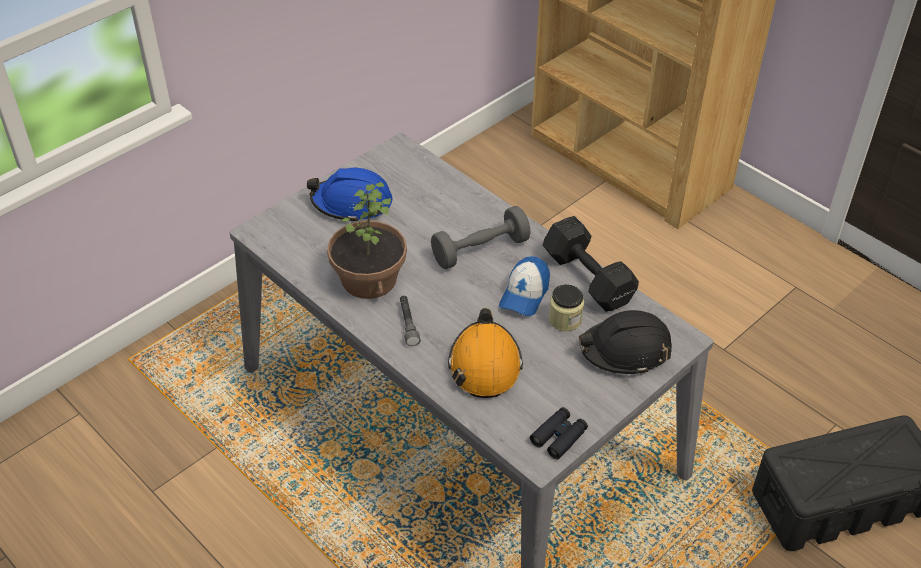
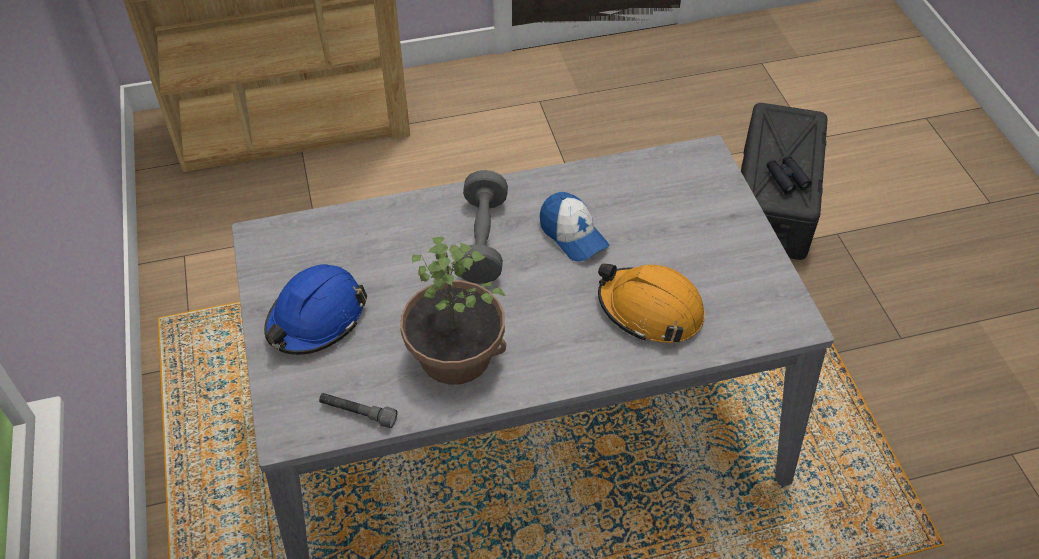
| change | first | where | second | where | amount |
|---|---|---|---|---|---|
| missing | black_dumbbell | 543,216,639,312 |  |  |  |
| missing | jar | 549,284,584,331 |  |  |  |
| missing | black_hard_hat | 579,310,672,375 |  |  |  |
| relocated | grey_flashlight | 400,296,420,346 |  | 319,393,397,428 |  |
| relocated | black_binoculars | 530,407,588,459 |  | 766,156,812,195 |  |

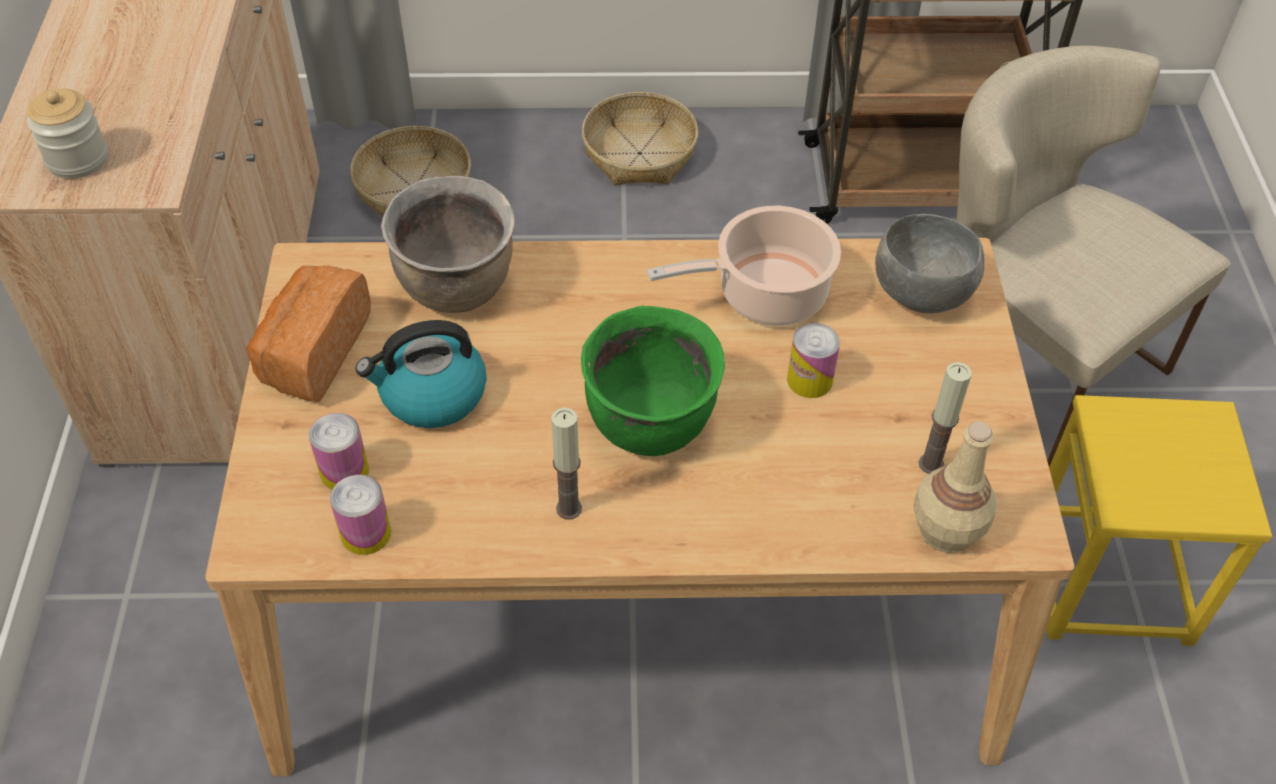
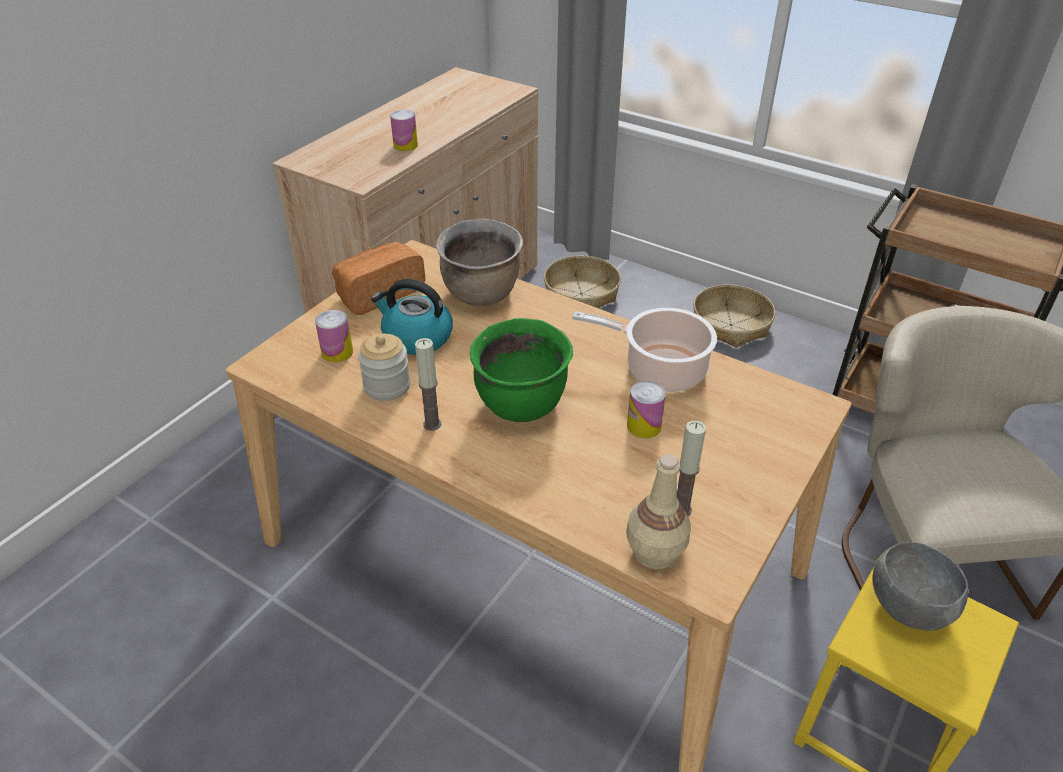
| change | first | where | second | where | amount |
|---|---|---|---|---|---|
| relocated | jar | 27,89,108,179 |  | 358,334,410,401 |  |
| relocated | can | 330,475,391,555 |  | 390,110,418,151 |  |
| relocated | grey_bowl | 875,214,984,313 |  | 872,542,968,631 |  |

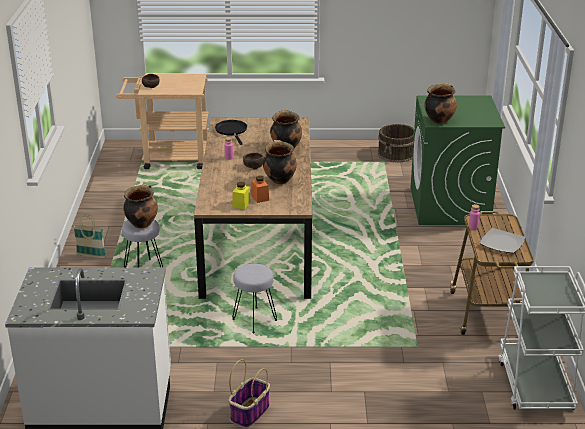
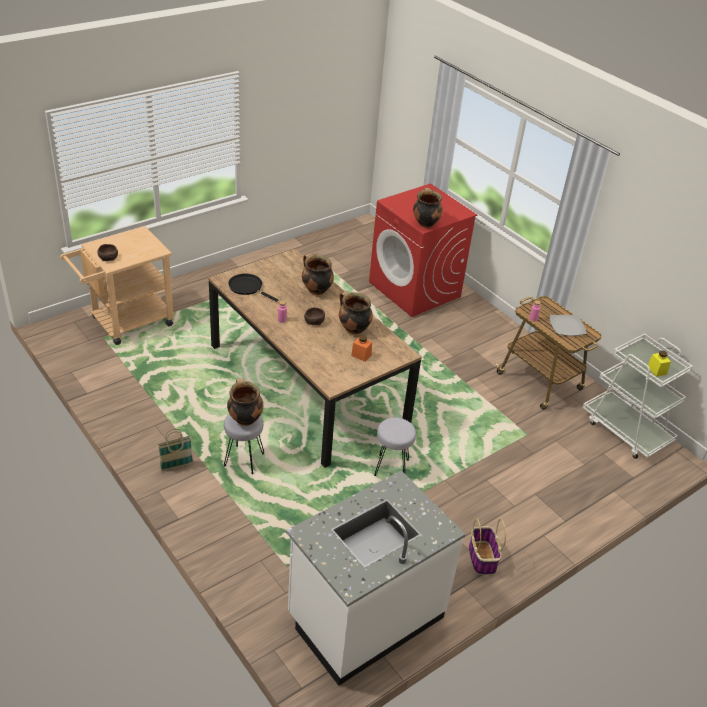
| change | first | where | second | where | amount |
|---|---|---|---|---|---|
| missing | brown_bucket | 377,124,414,163 |  |  |  |
| relocated | yellow_jar | 232,182,251,209 |  | 648,351,671,377 |  |
| colour | green_washing_machine | 411,96,505,225 | red_washing_machine | 369,183,477,317 |  |

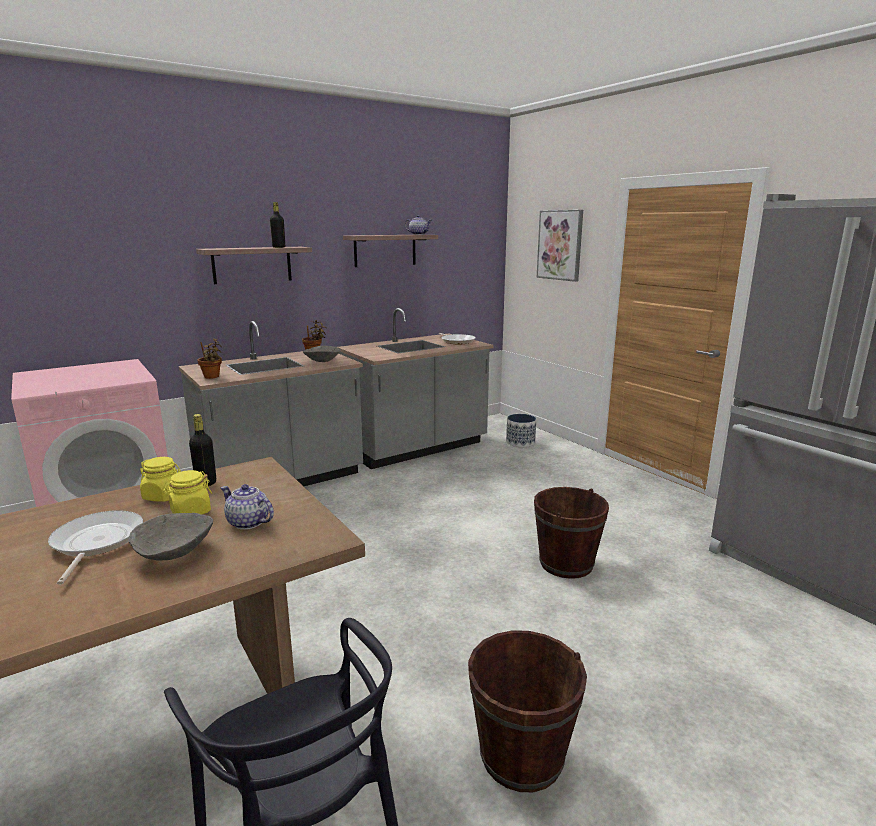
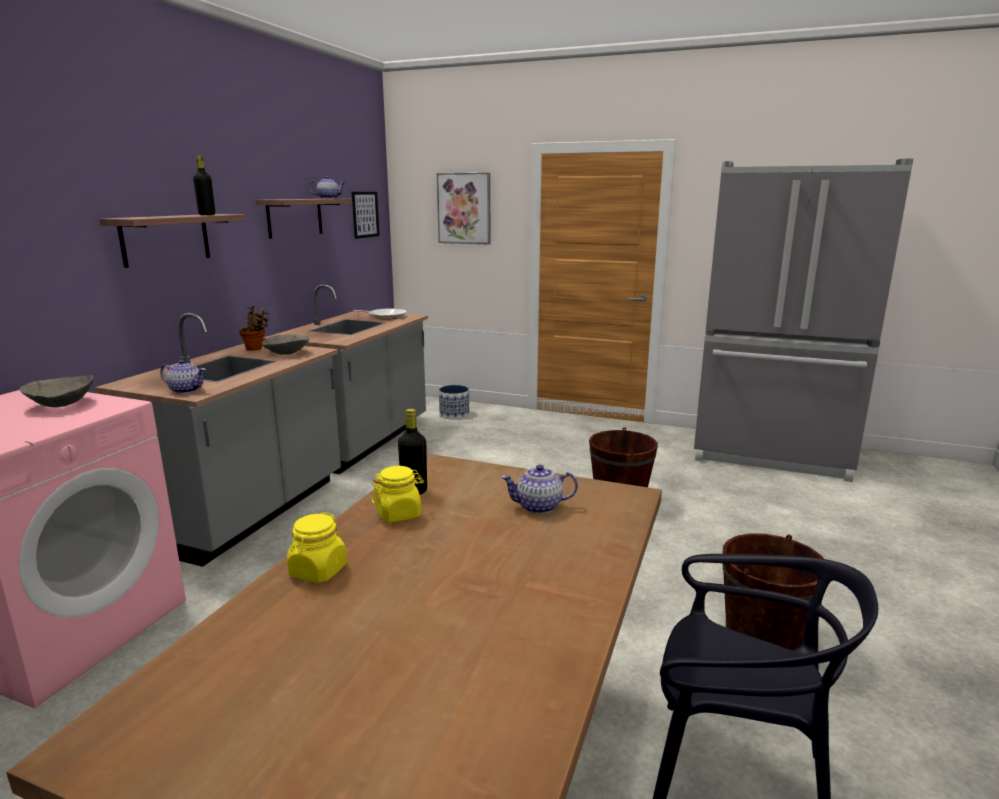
| change | first | where | second | where | amount |
|---|---|---|---|---|---|
| missing | frying_pan | 48,510,143,585 |  |  |  |
| appeared |  |  | picture | 351,192,380,239 |  |
| relocated | grey_bowl | 128,513,213,561 |  | 20,375,93,407 |  |
| relocated | yellow_jar | 162,470,213,515 |  | 287,512,347,583 |  |
| exchanged | potted_plant | 197,338,222,379 | teapot | 160,360,206,394 |  |

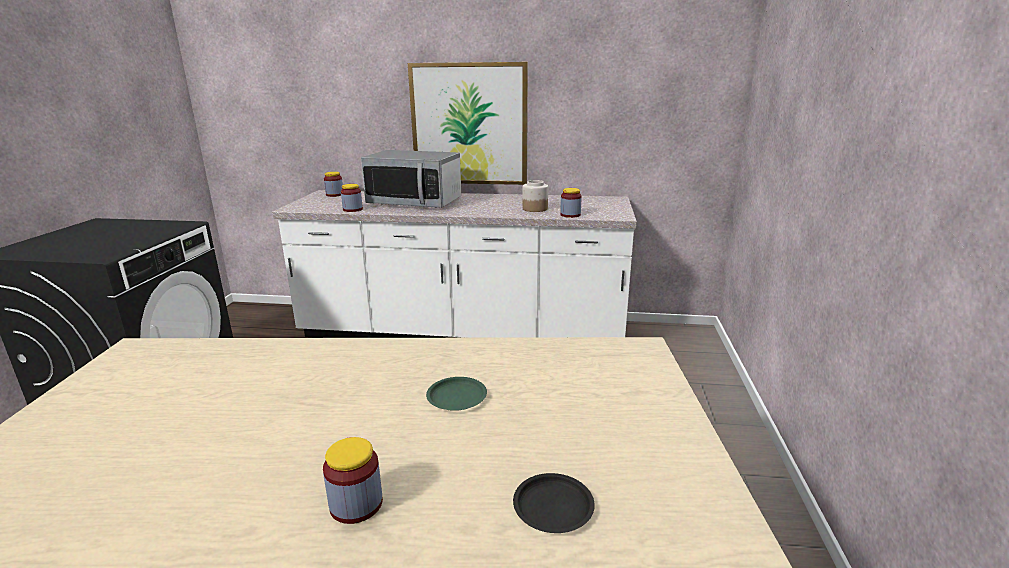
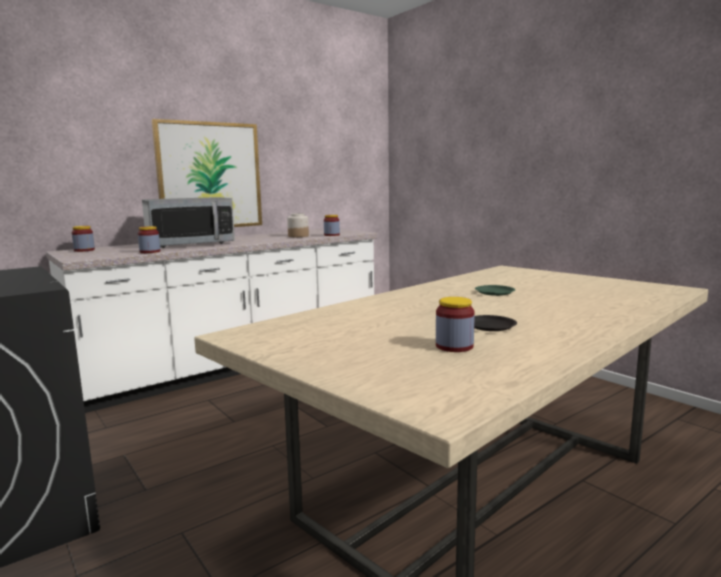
| change | first | where | second | where | amount |
|---|---|---|---|---|---|
| relocated | jar | 323,437,383,524 |  | 436,297,475,352 |  |
| relocated | black_plate | 513,473,595,533 |  | 474,315,517,331 |  |

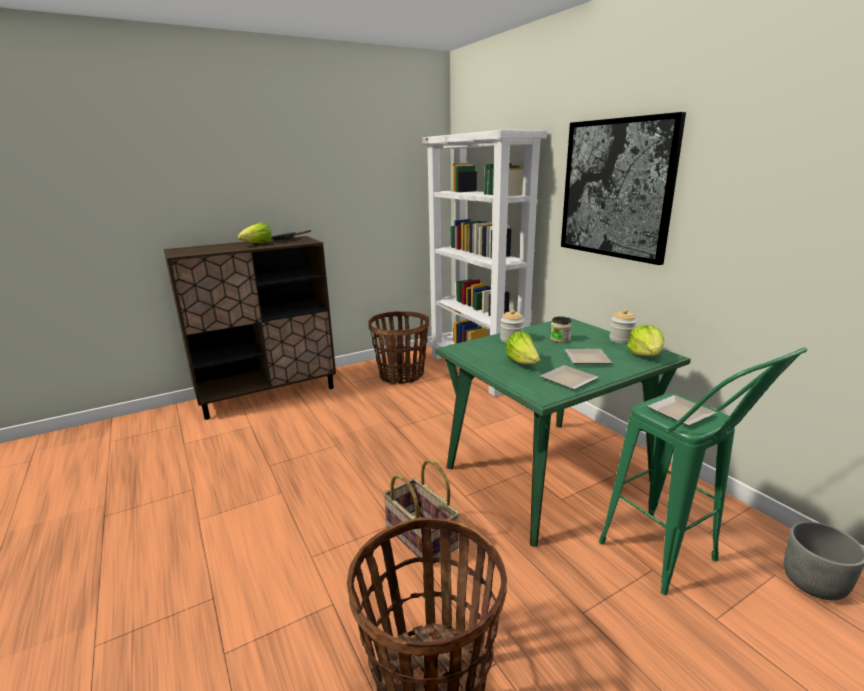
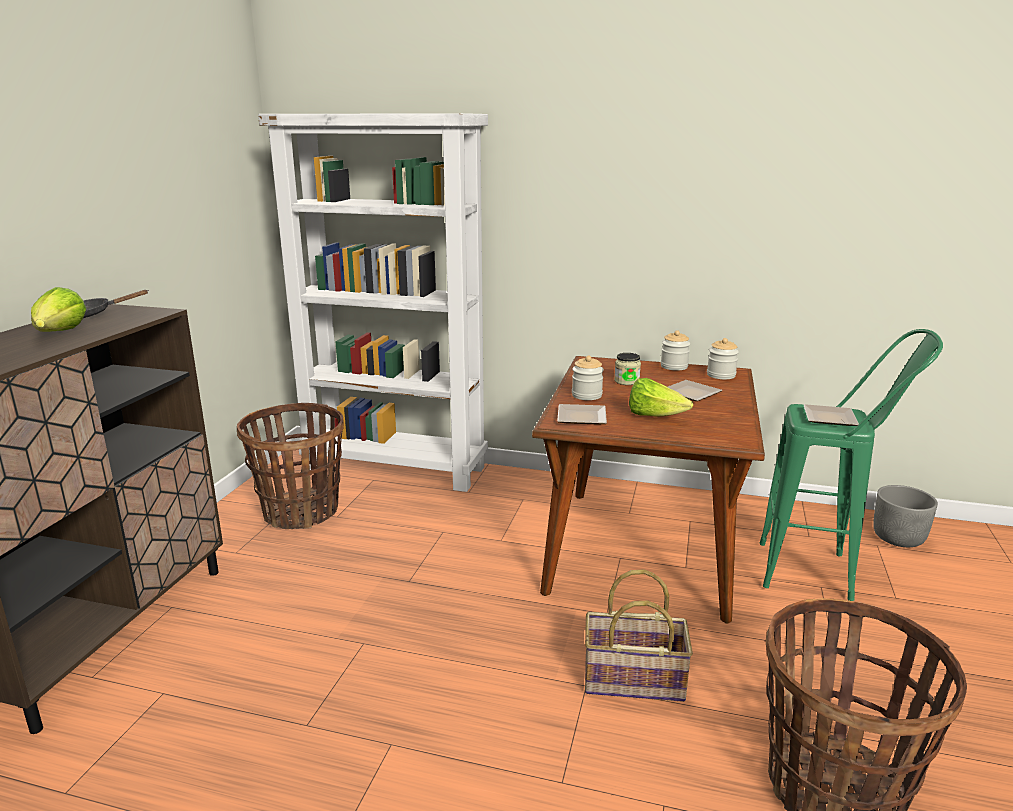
| change | first | where | second | where | amount |
|---|---|---|---|---|---|
| missing | picture | 561,112,686,265 |  |  |  |
| relocated | plate | 540,365,598,390 |  | 557,404,607,425 |  |
| exchanged | lettuce | 627,325,664,356 | jar | 707,338,739,379 |  |
| colour | green_dining_table | 435,317,691,547 | brown_dining_table | 532,356,765,624 |  |

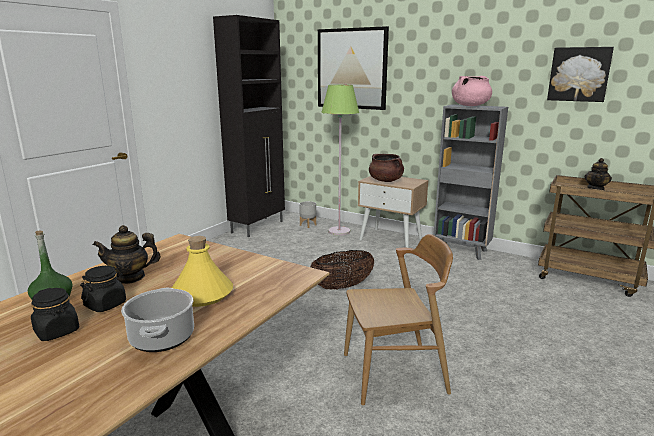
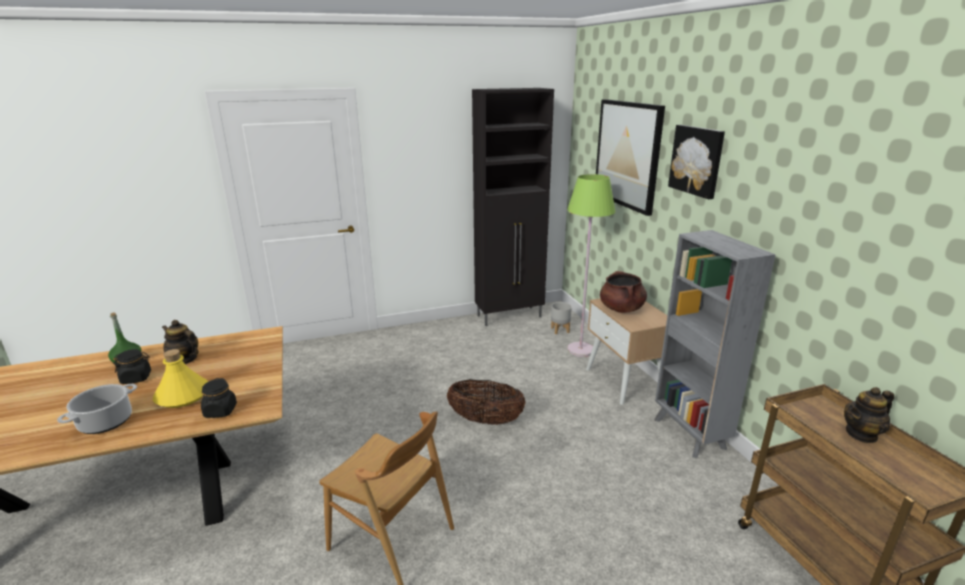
| change | first | where | second | where | amount |
|---|---|---|---|---|---|
| missing | pink_cooking_pot | 452,76,492,106 |  |  |  |
| relocated | black_jar | 31,288,79,341 |  | 201,378,237,418 |  |
| relocated | picture | 547,47,614,102 |  | 668,125,725,199 |  |

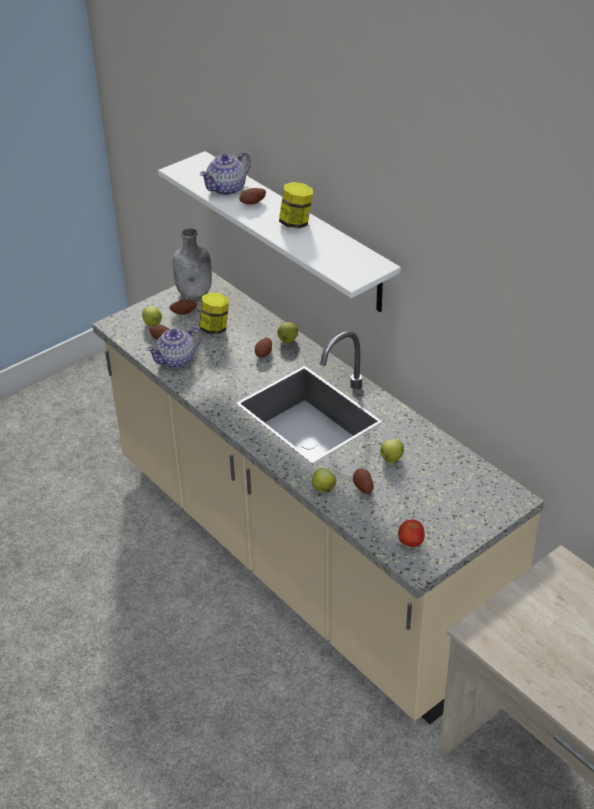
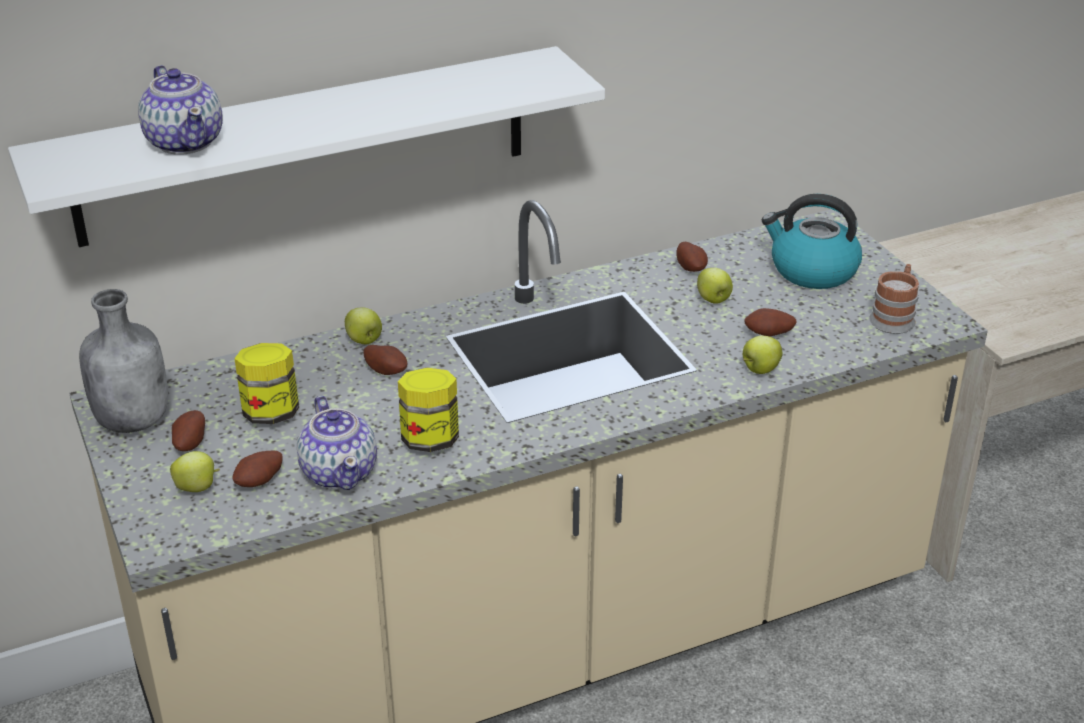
| change | first | where | second | where | amount |
|---|---|---|---|---|---|
| appeared |  |  | kettle | 762,194,862,289 |  |
| relocated | potato | 239,188,266,205 |  | 676,242,708,272 |  |
| relocated | jar | 279,182,313,229 |  | 398,368,459,452 |  |
| exchanged | tomato | 398,519,425,547 | mug | 869,264,919,334 |  |

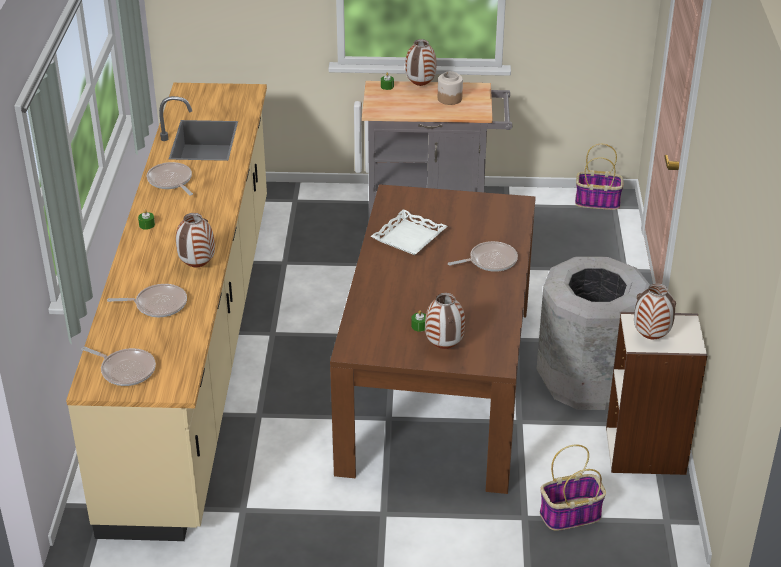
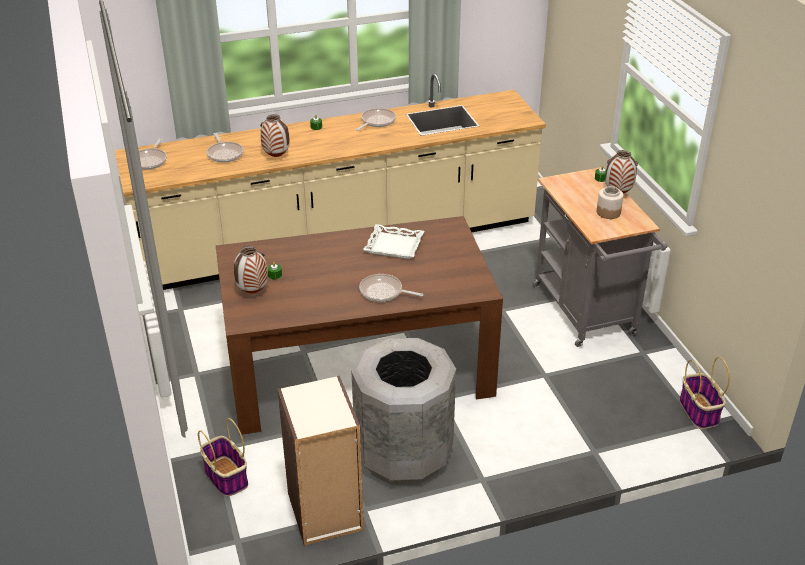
| change | first | where | second | where | amount |
|---|---|---|---|---|---|
| missing | vase | 634,283,676,339 |  |  |  |
| spun | frying_pan | 448,241,518,272 |  | 359,274,424,302 | 150 degrees clockwise |

